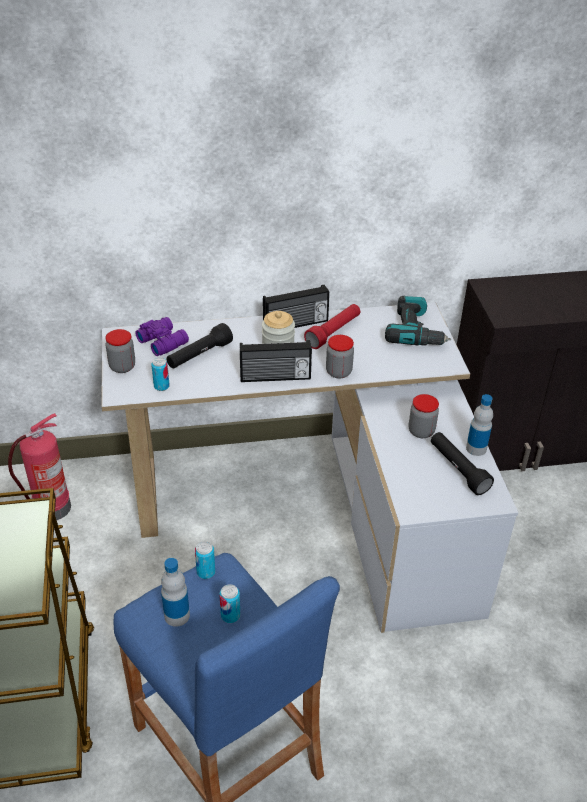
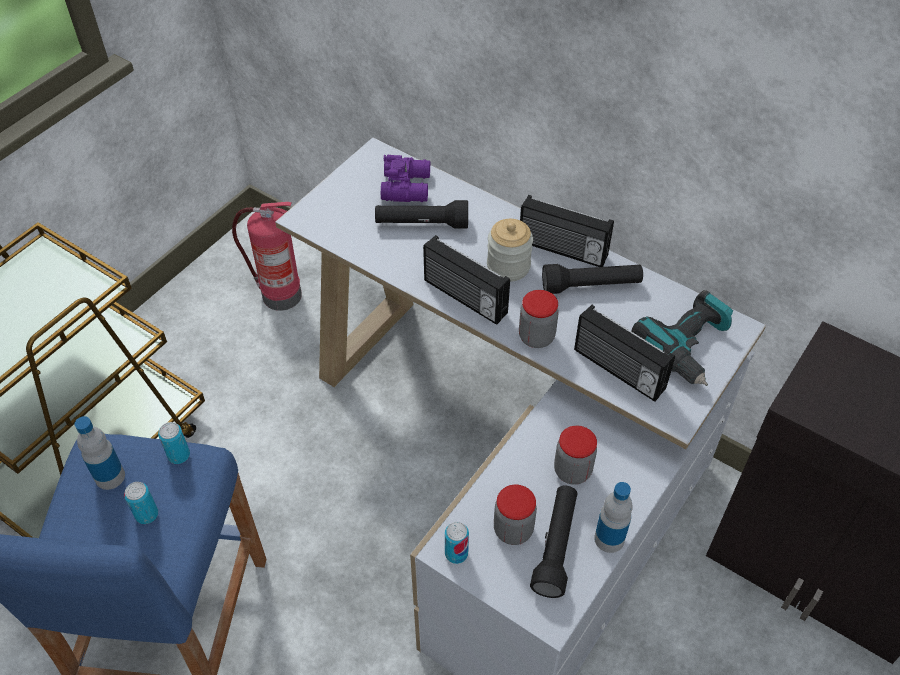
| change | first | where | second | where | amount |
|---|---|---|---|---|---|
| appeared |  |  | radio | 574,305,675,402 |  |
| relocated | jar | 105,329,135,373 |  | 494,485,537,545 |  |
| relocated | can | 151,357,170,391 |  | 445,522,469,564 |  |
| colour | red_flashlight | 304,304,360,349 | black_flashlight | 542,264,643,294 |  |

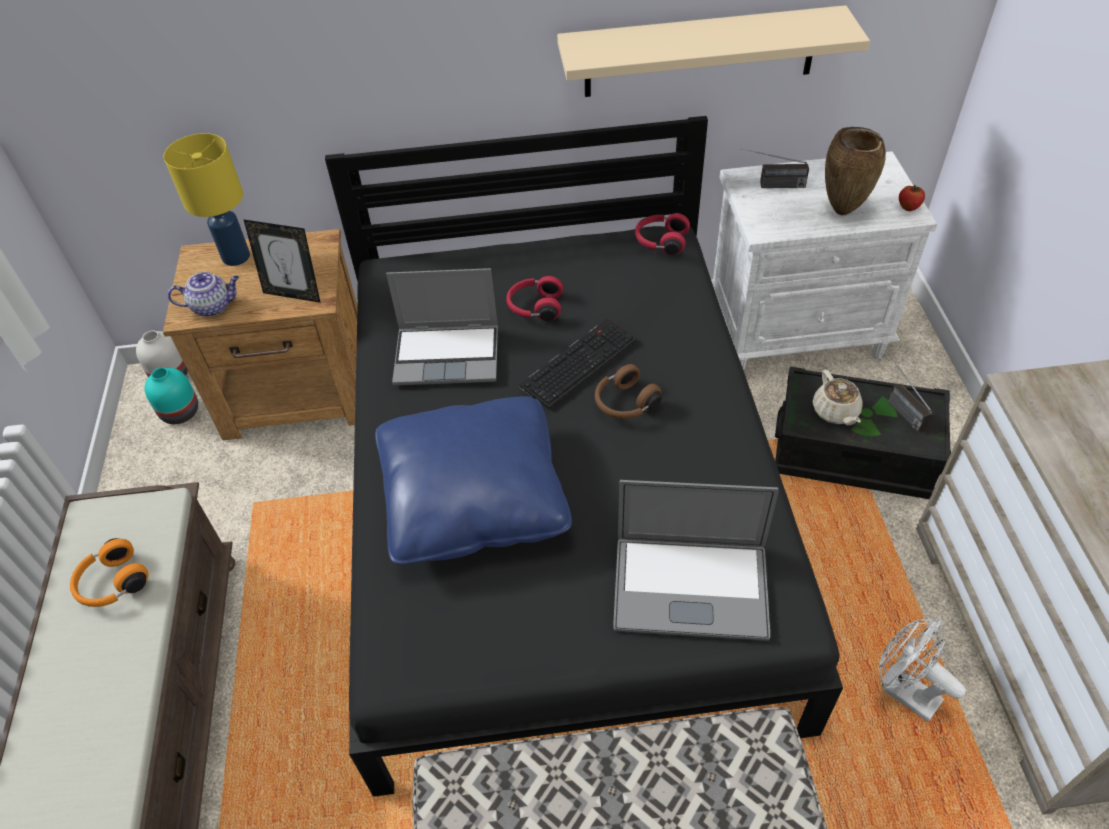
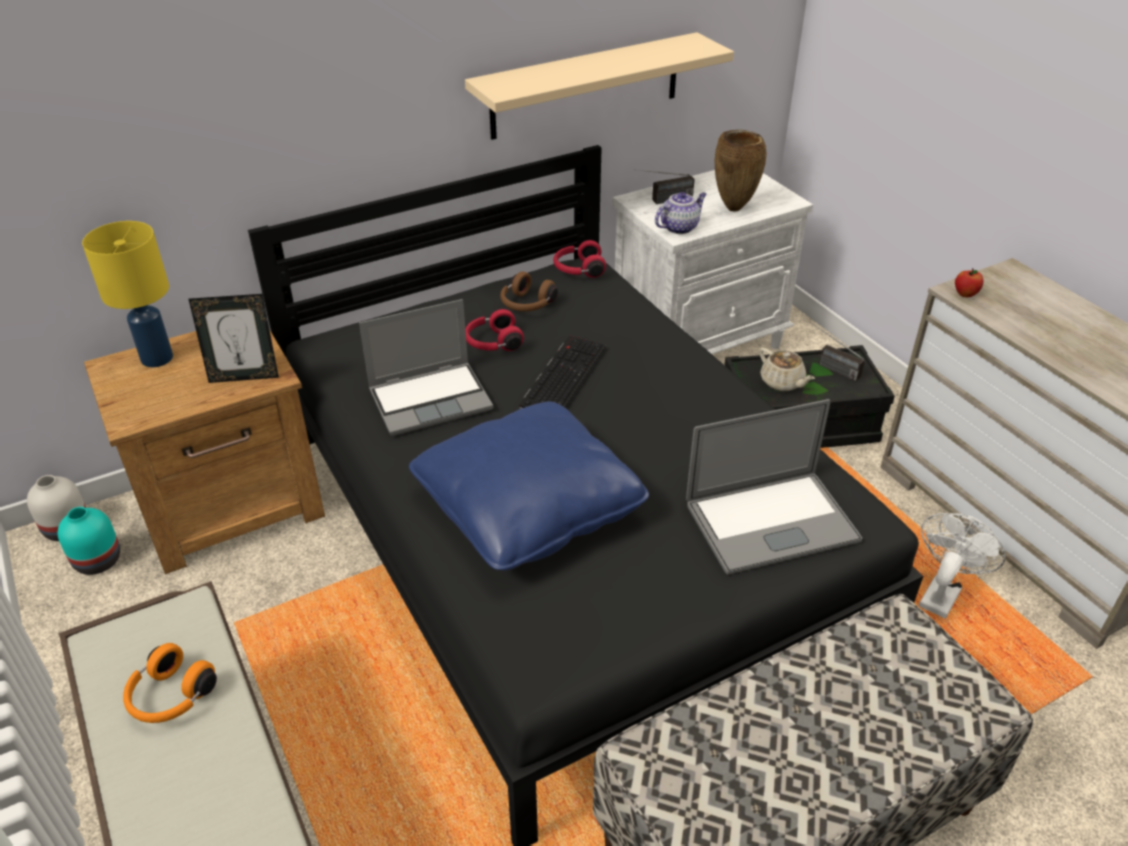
| change | first | where | second | where | amount |
|---|---|---|---|---|---|
| relocated | teapot | 167,272,239,317 |  | 655,192,707,234 |  |
| relocated | brown_headphones | 595,364,662,419 |  | 500,272,558,311 |  |
| relocated | apple | 899,185,925,211 |  | 955,268,983,297 |  |
| spun | white_fan | 878,619,966,722 |  | 919,513,1005,619 | 105 degrees clockwise |

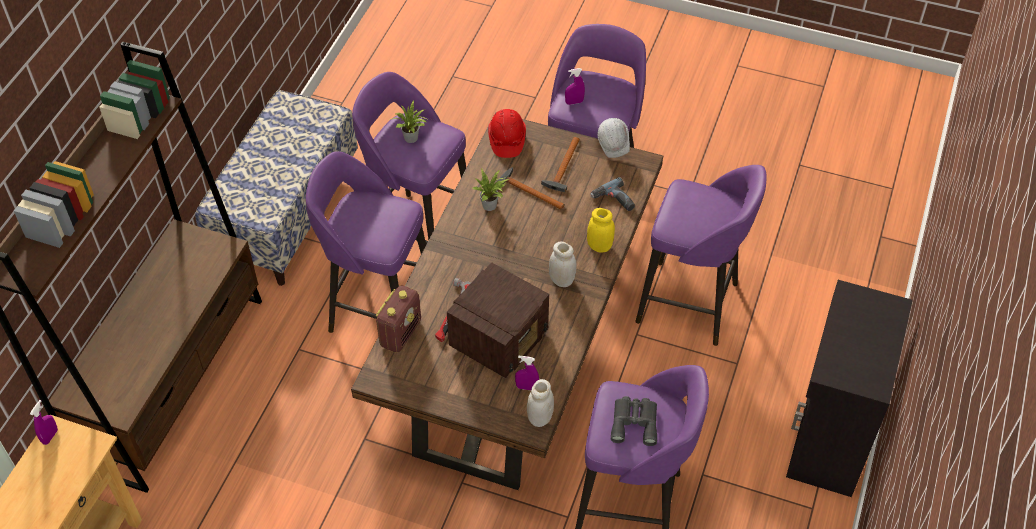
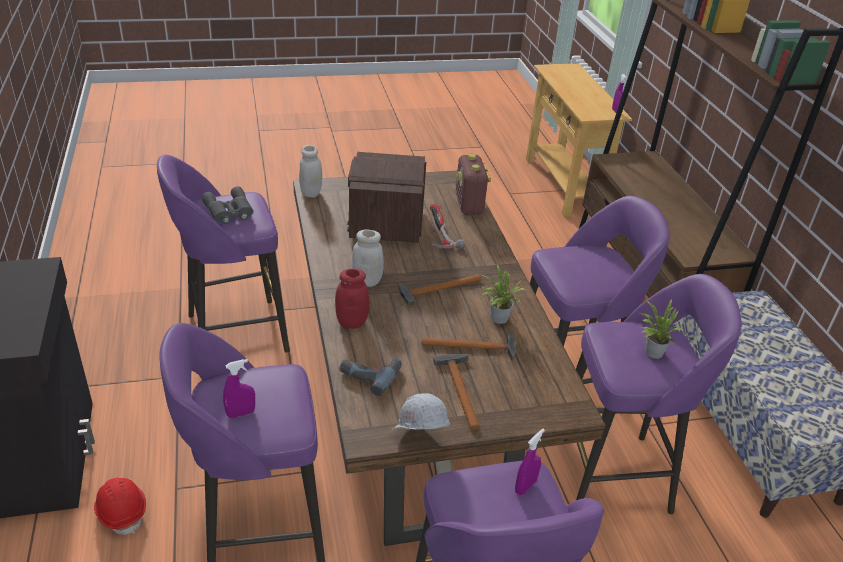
| change | first | where | second | where | amount |
|---|---|---|---|---|---|
| appeared |  |  | hammer | 398,274,481,306 |  |
| relocated | red_hard_hat | 488,109,526,158 |  | 94,477,146,535 |  |
| relocated | purple_spray_bottle | 515,355,539,390 |  | 223,359,255,418 |  |
| colour | yellow_jar | 587,208,615,253 | red_jar | 335,269,369,329 |  |

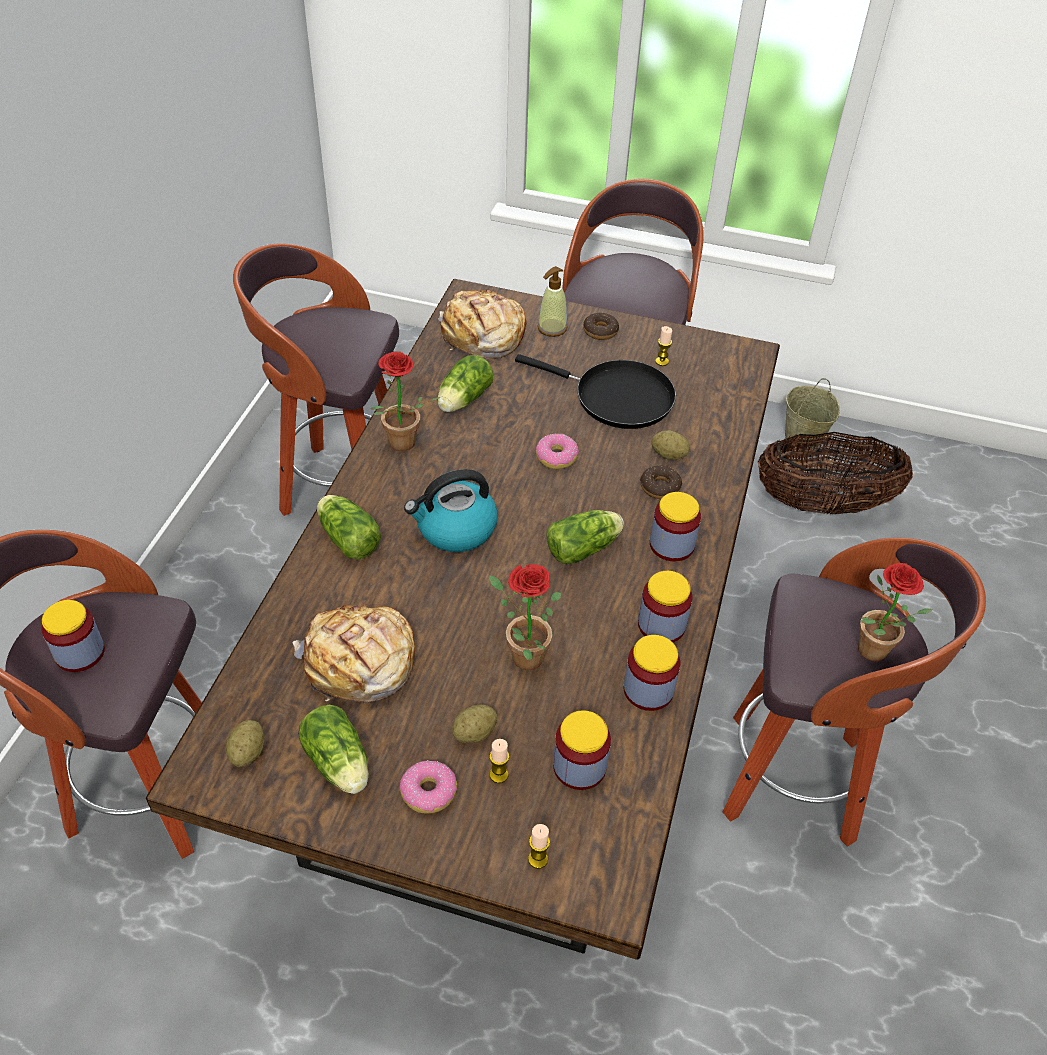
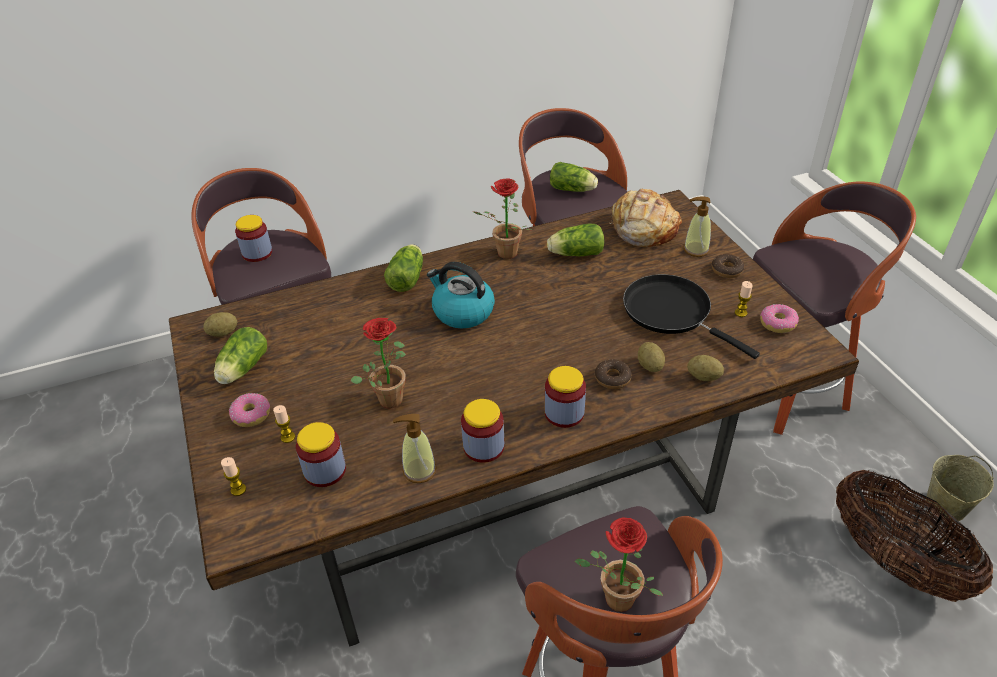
| change | first | where | second | where | amount |
|---|---|---|---|---|---|
| missing | bread | 292,605,415,704 |  |  |  |
| relocated | potato | 452,705,497,743 |  | 687,355,724,381 |  |
| relocated | donut | 536,433,579,469 |  | 760,304,799,333 |  |
| relocated | lettuce | 546,510,624,564 |  | 550,162,598,192 |  |
| exchanged | jar | 624,635,680,711 | soap_dispenser | 393,414,437,483 |  |
| spun | black_frying_pan | 515,354,676,429 |  | 623,274,760,359 | 150 degrees clockwise |

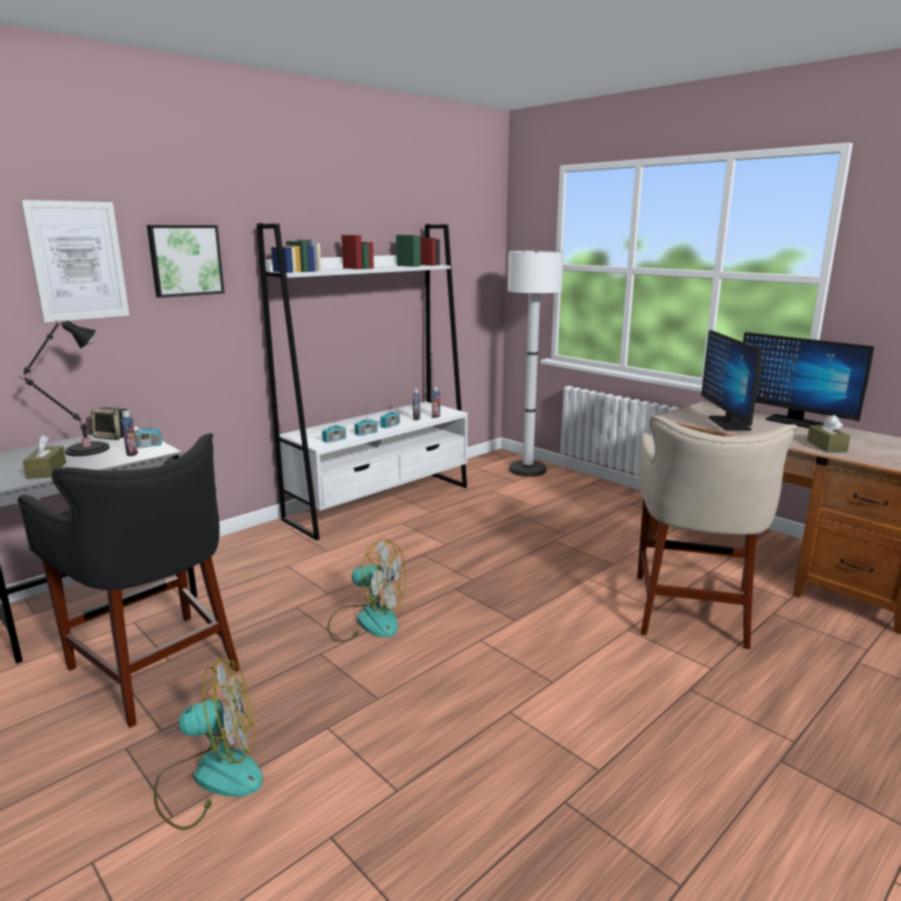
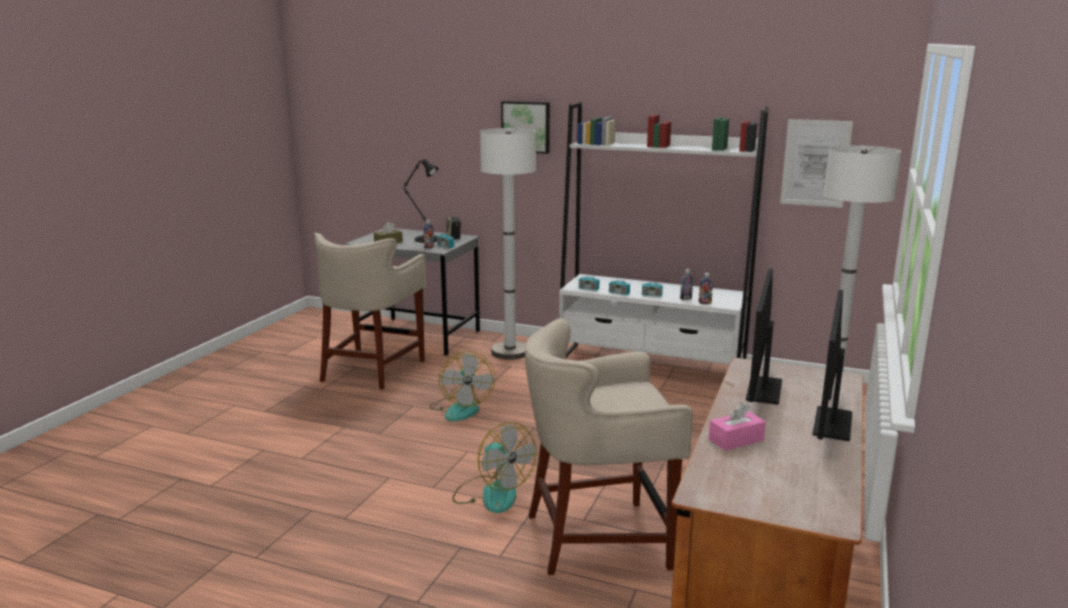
| change | first | where | second | where | amount |
|---|---|---|---|---|---|
| appeared |  |  | white_floor_lamp | 480,128,536,359 |  |
| relocated | picture | 21,200,129,322 |  | 780,119,853,208 |  |
| relocated | fan | 154,658,263,830 |  | 452,422,537,513 |  |
| colour | black_stool | 18,433,240,728 | beige_stool | 314,233,426,390 |  |
| colour | brown_tissue_box | 807,415,850,453 | pink_tissue_box | 709,402,766,451 |  |
| spun | monitor | 701,330,763,431 |  | 746,269,782,405 | 45 degrees counterclockwise |

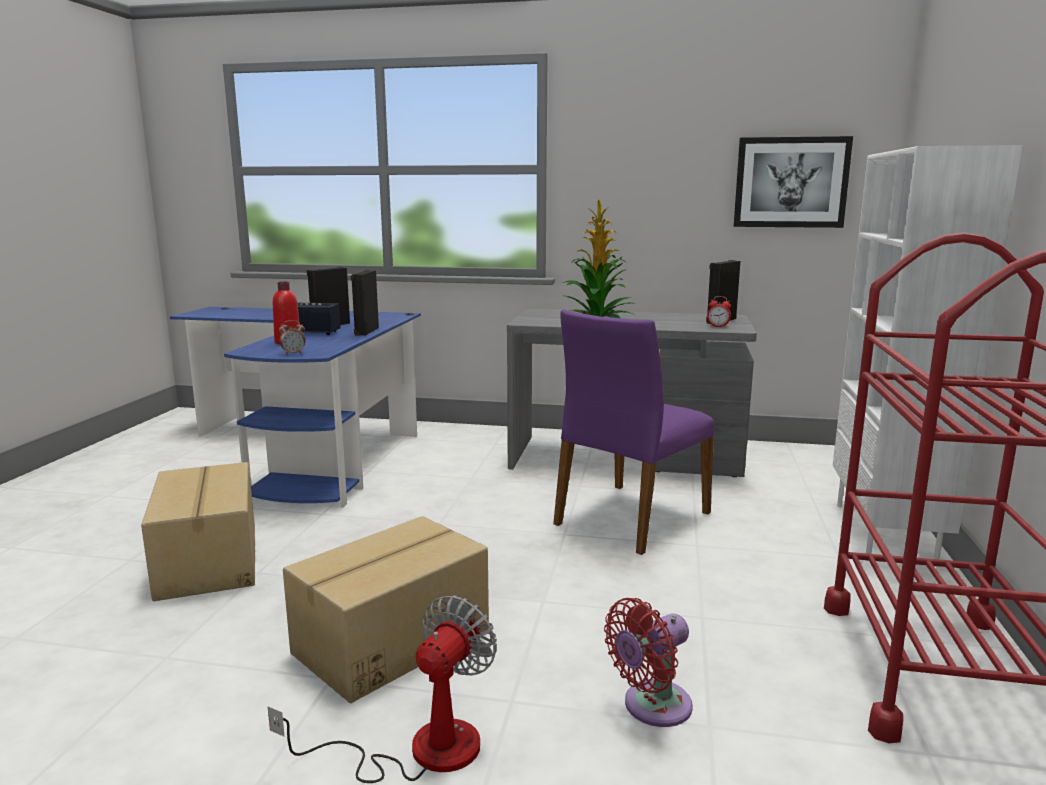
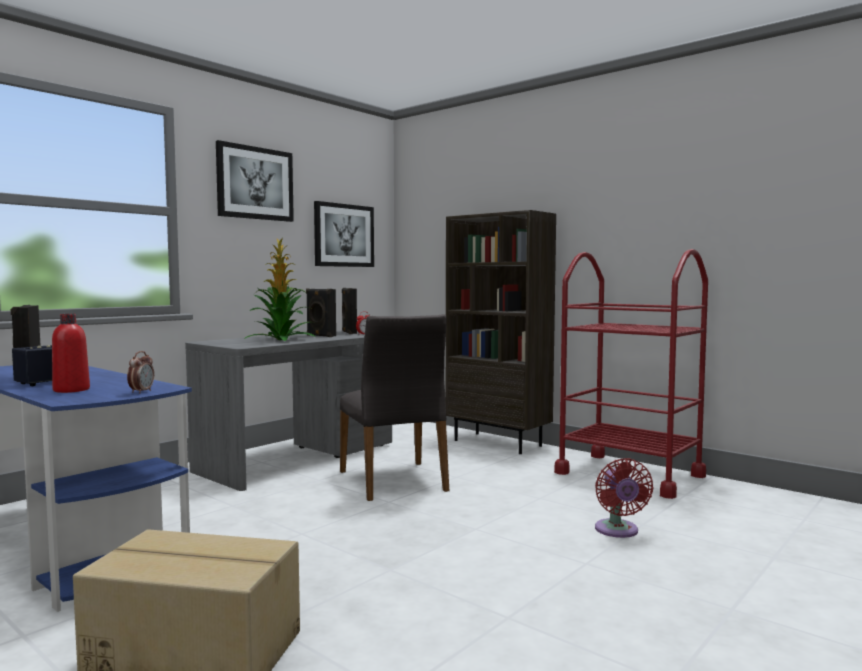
| change | first | where | second | where | amount |
|---|---|---|---|---|---|
| missing | fan | 268,595,497,783 |  |  |  |
| missing | cardboard_box | 283,516,489,703 |  |  |  |
| appeared |  |  | picture | 216,140,294,222 |  |
| relocated | black_speaker | 351,270,379,336 |  | 306,289,336,337 |  |
| colour | purple_chair | 553,310,714,555 | grey_chair | 340,314,449,501 |  |
| colour | white_bookcase | 833,145,1022,567 | brown_bookcase | 446,210,556,454 |  |

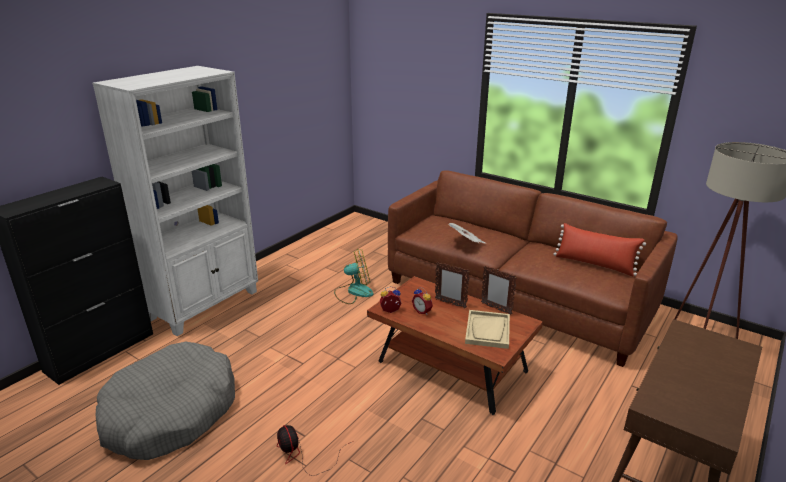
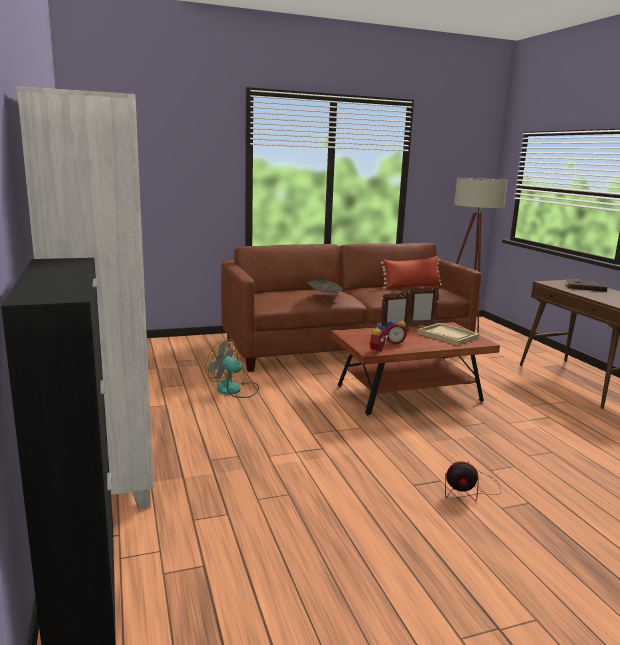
| change | first | where | second | where | amount |
|---|---|---|---|---|---|
| missing | grey_dog_bed | 96,342,235,460 |  |  |  |
| appeared |  |  | brown_book | 565,279,607,292 |  |
| spun | fan | 334,248,373,304 |  | 206,339,259,398 | 90 degrees counterclockwise |

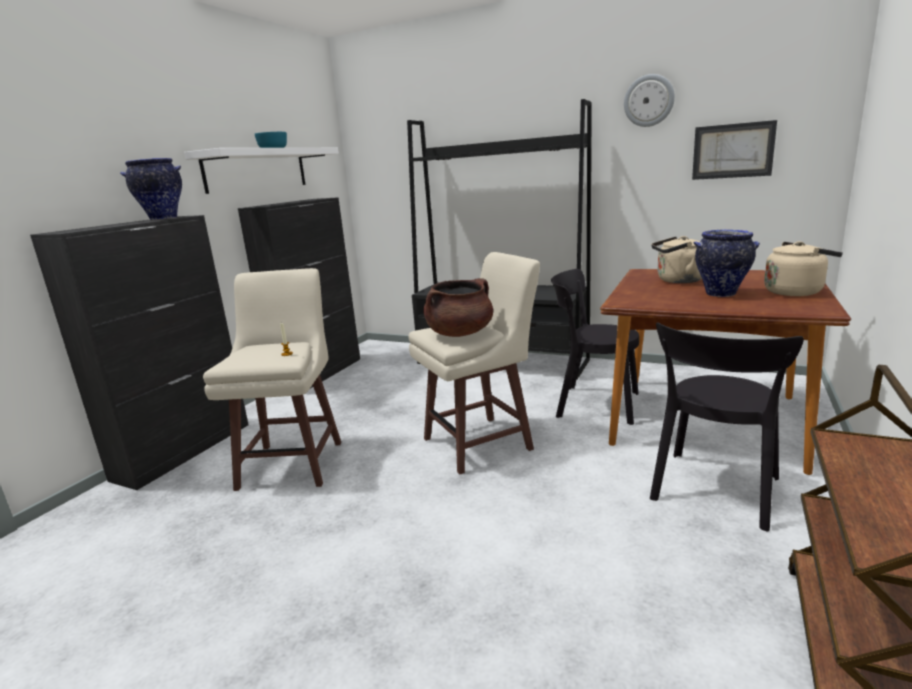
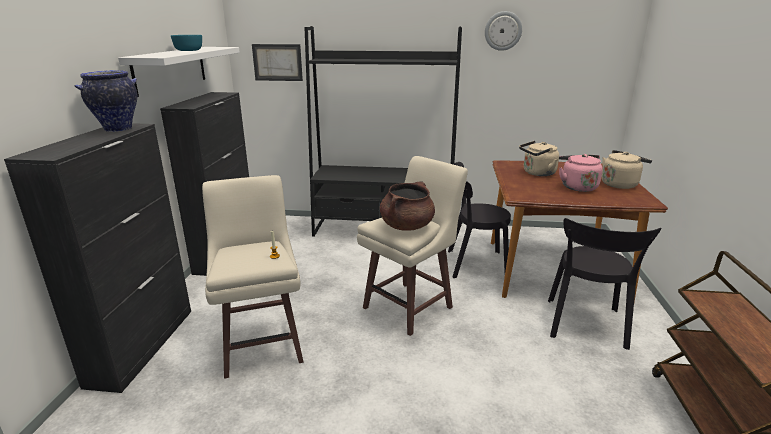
| change | first | where | second | where | amount |
|---|---|---|---|---|---|
| relocated | picture | 692,120,777,180 |  | 252,44,303,81 |  |
| exchanged | vase | 693,230,760,297 | pink_kettle | 559,154,603,192 |  |

